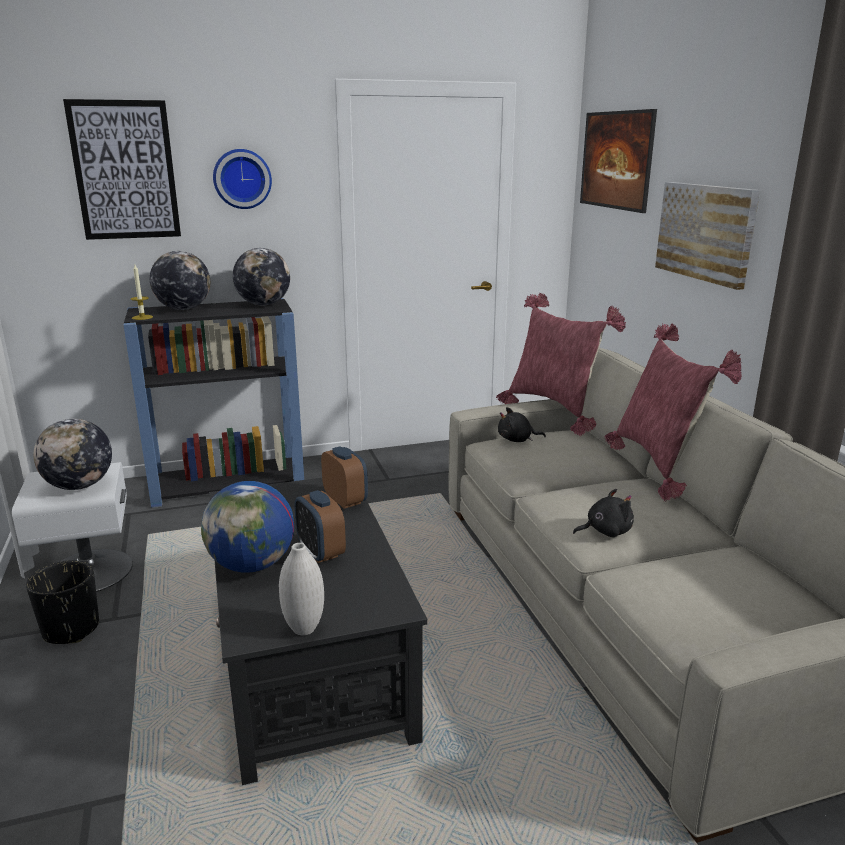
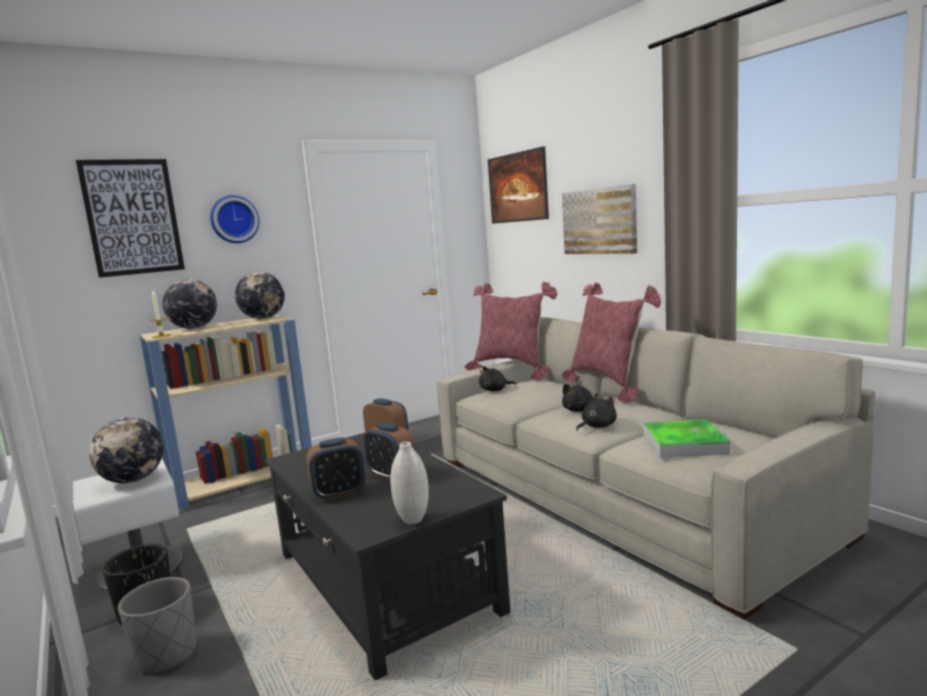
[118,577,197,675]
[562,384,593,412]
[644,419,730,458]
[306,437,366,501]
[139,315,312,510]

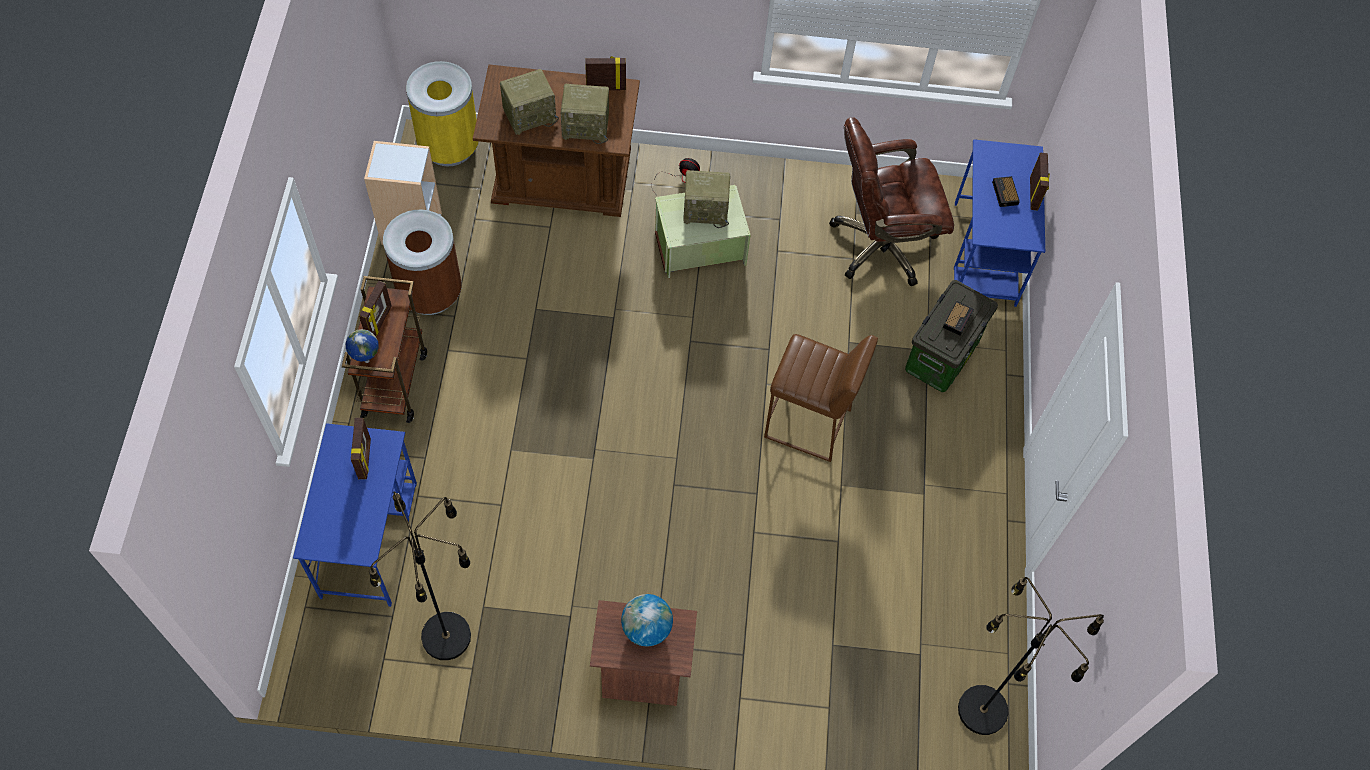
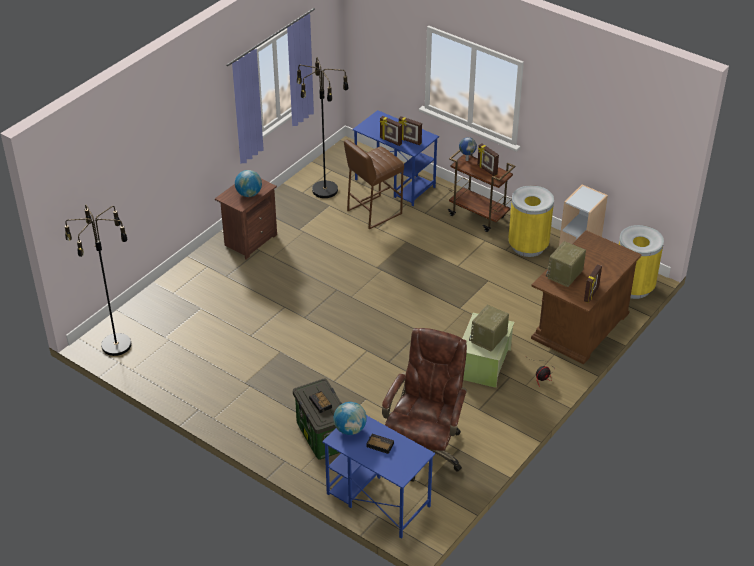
[500,69,559,135] (first image)
[333,402,367,435]
[344,139,404,229]
[380,116,402,146]
[508,185,554,257]

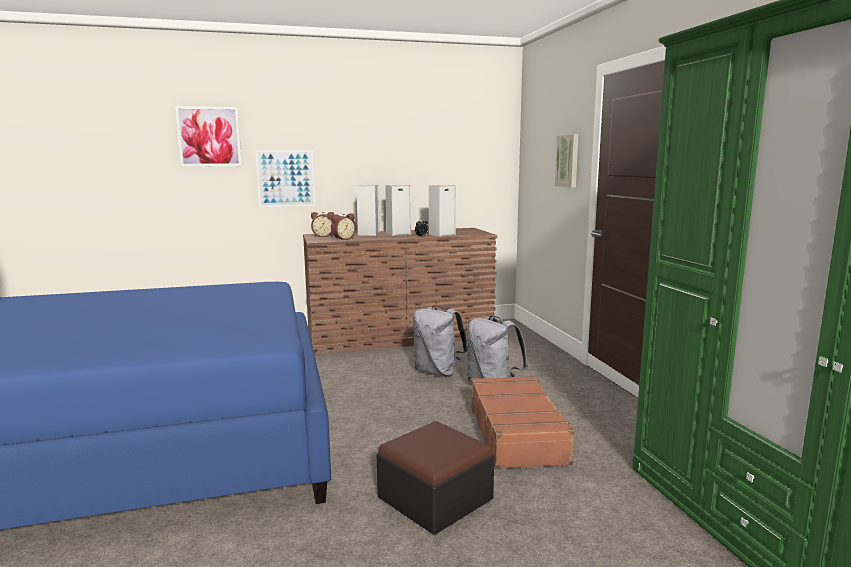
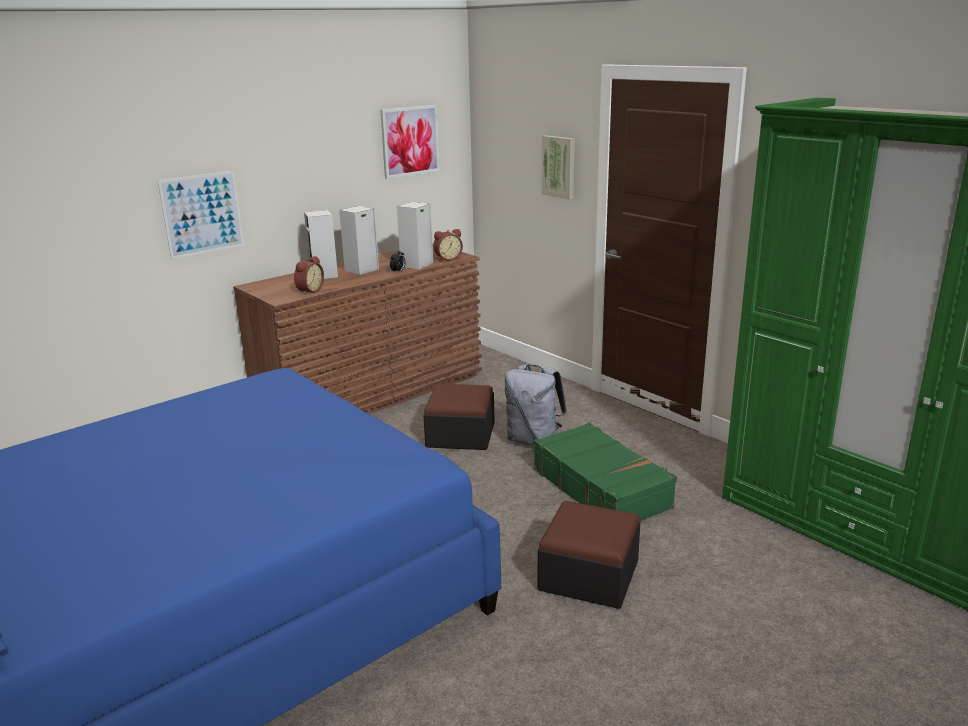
[380,105,440,179]
[433,229,463,261]
[424,384,495,450]
[534,423,677,521]

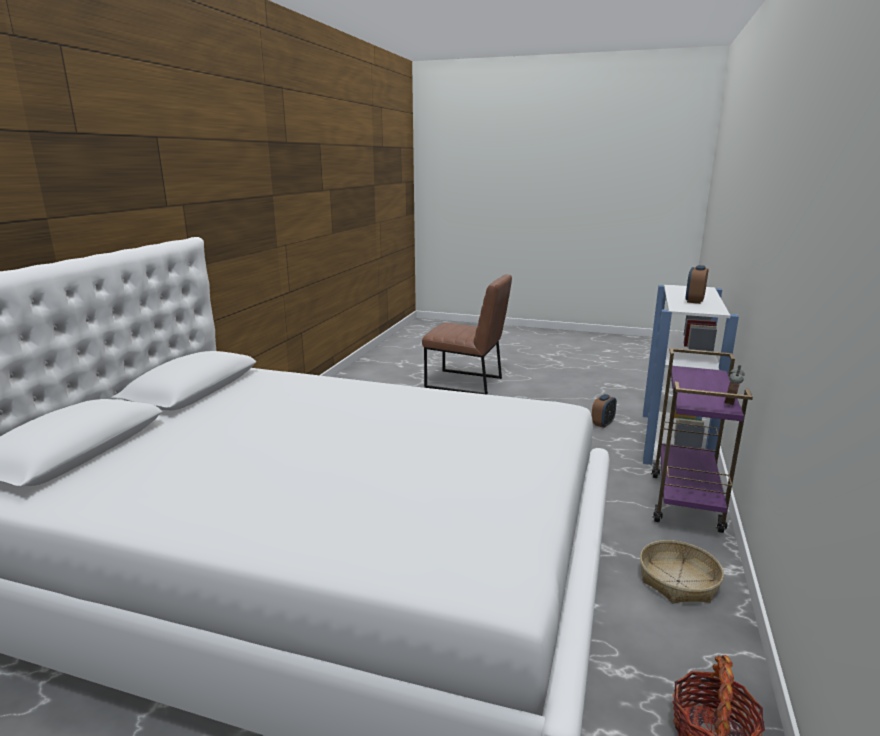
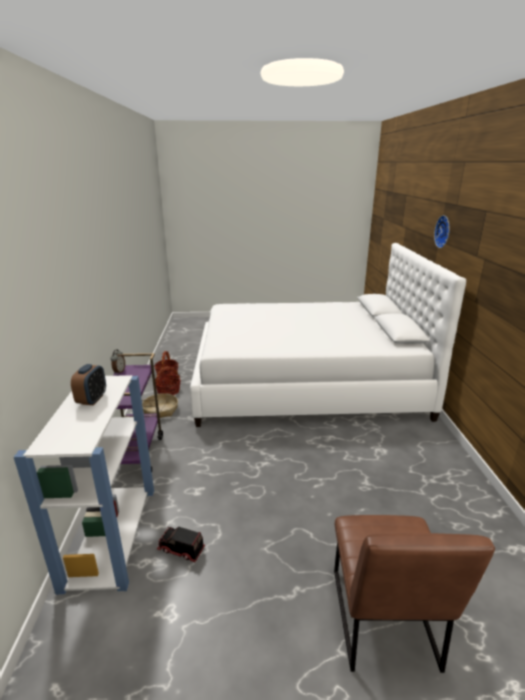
[155,366,181,395]
[434,215,450,248]
[156,527,205,562]
[334,515,495,673]

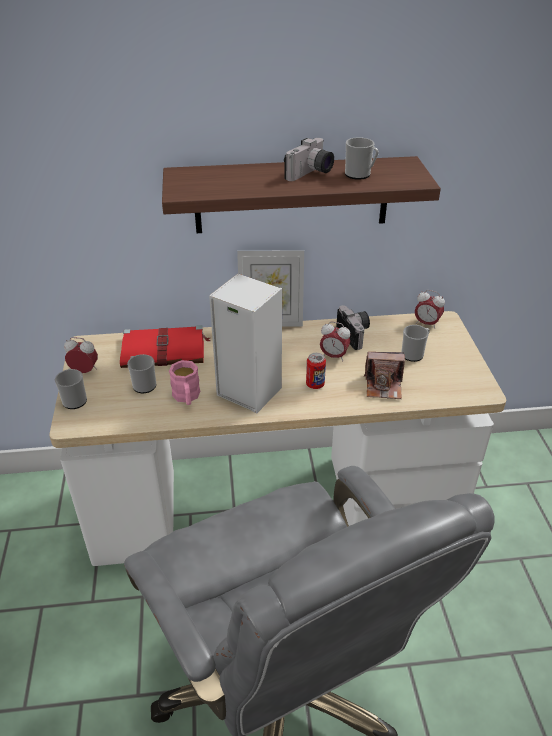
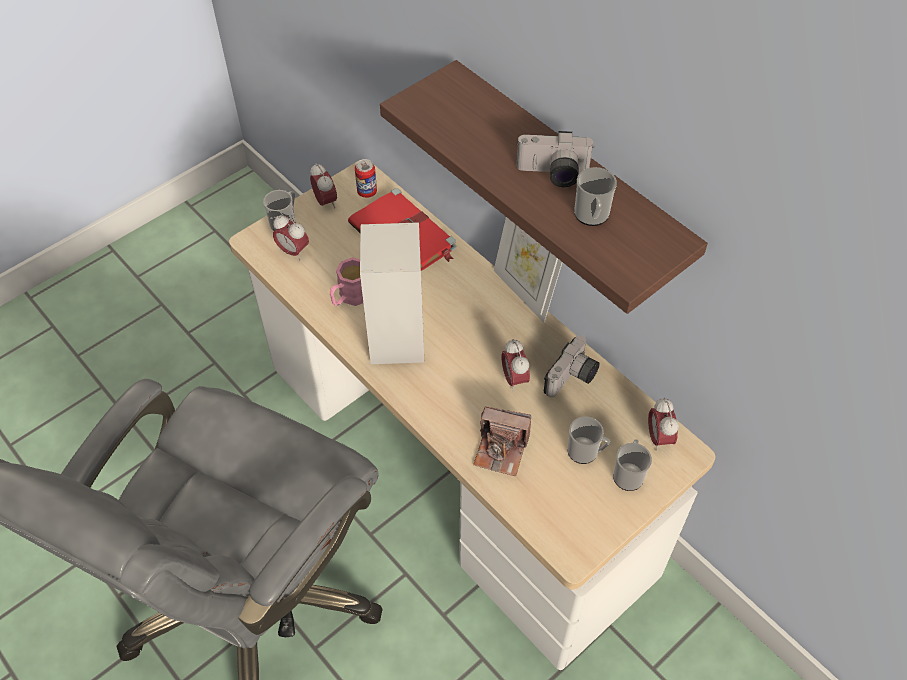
[273,215,309,260]
[613,439,652,491]
[355,159,377,198]
[473,407,531,476]

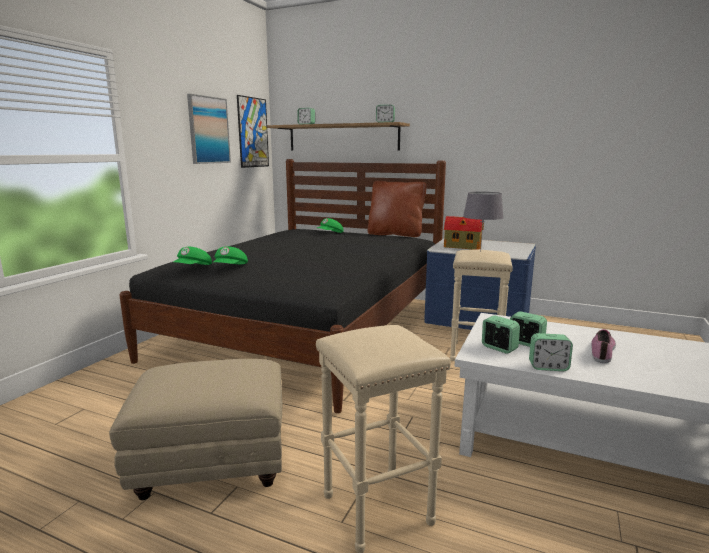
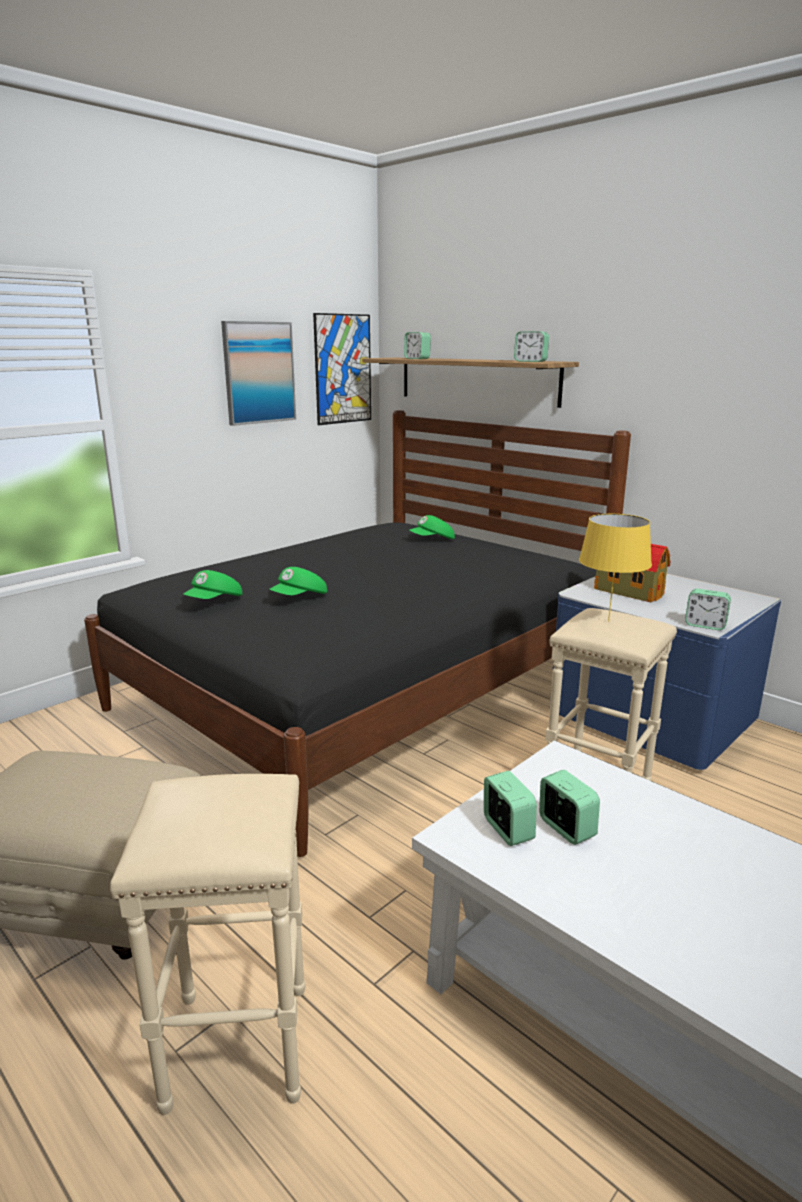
[368,181,427,237] (first image)
[591,329,616,363] (first image)
[270,567,327,595]
[685,589,731,630]
[579,514,652,622]

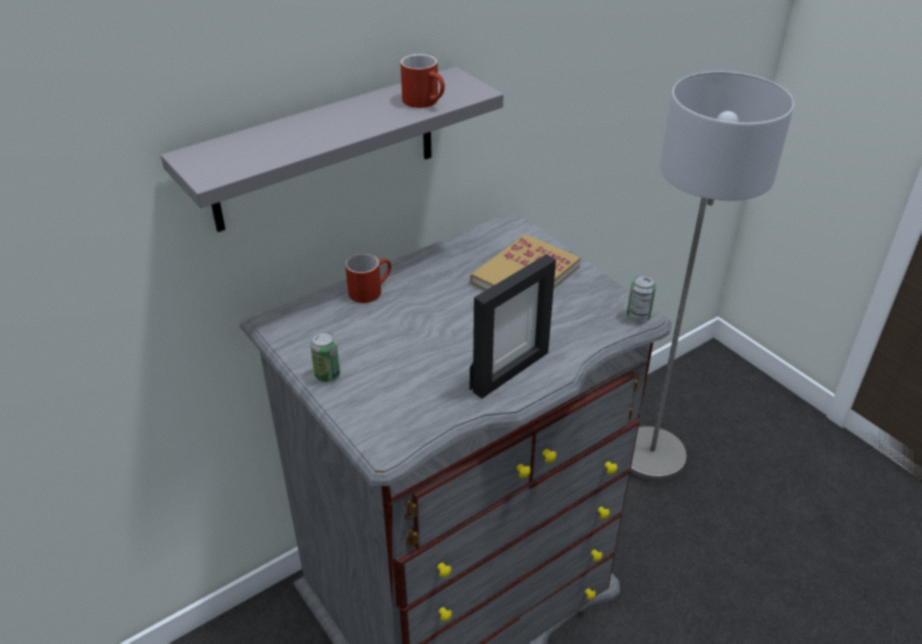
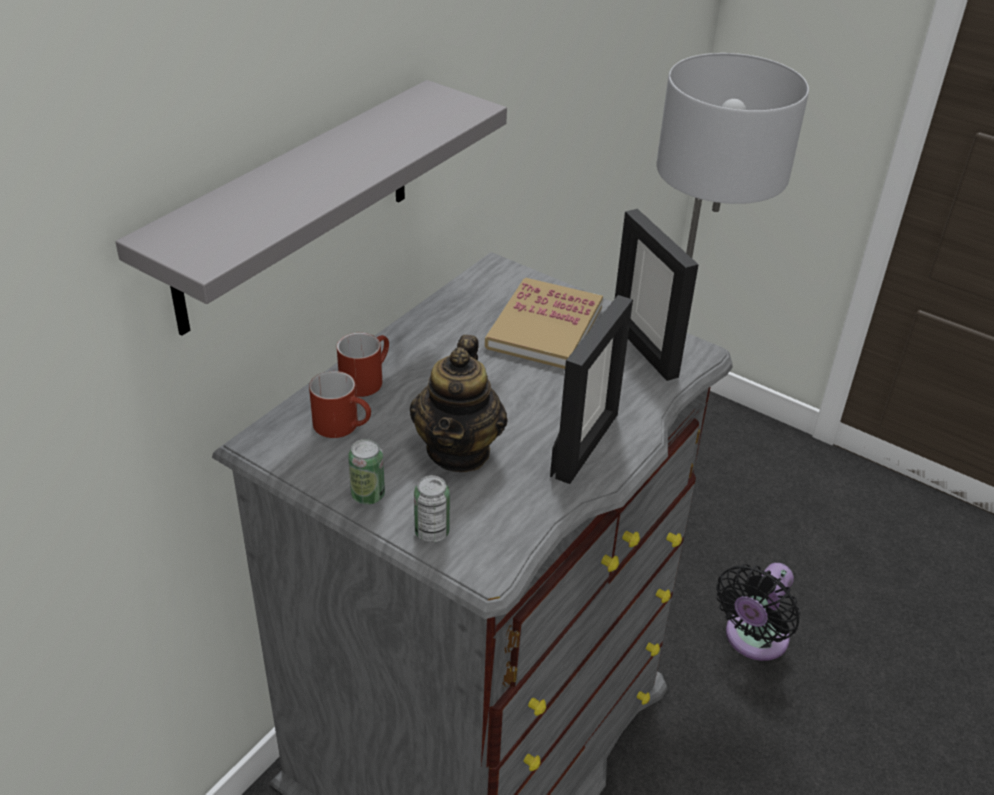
[410,335,508,472]
[615,209,699,381]
[716,563,800,661]
[309,371,371,438]
[414,475,450,543]

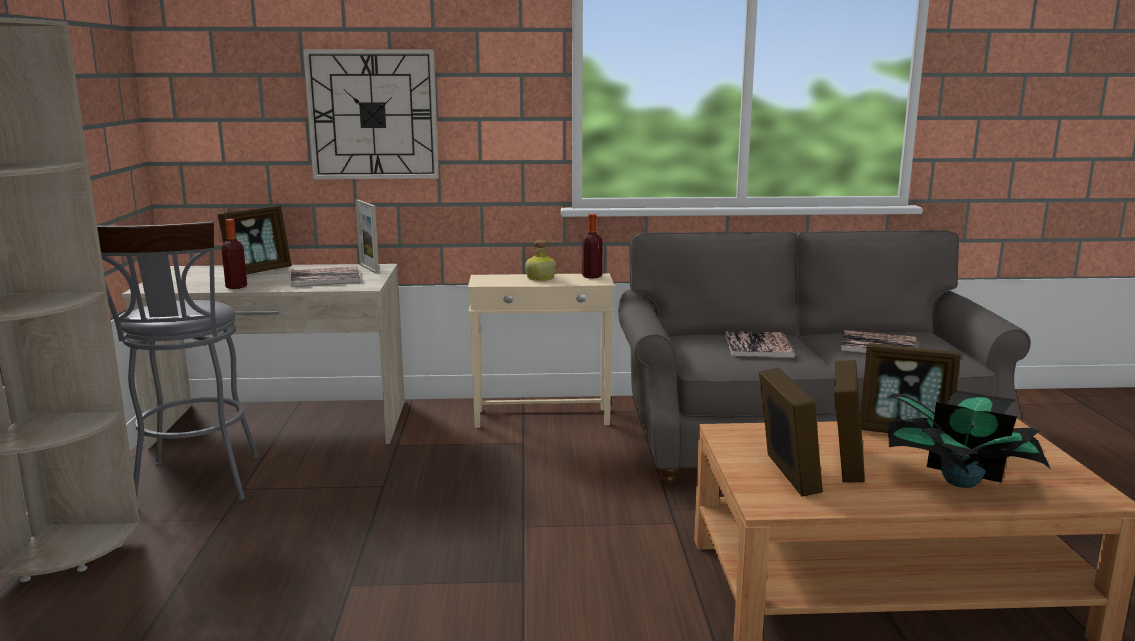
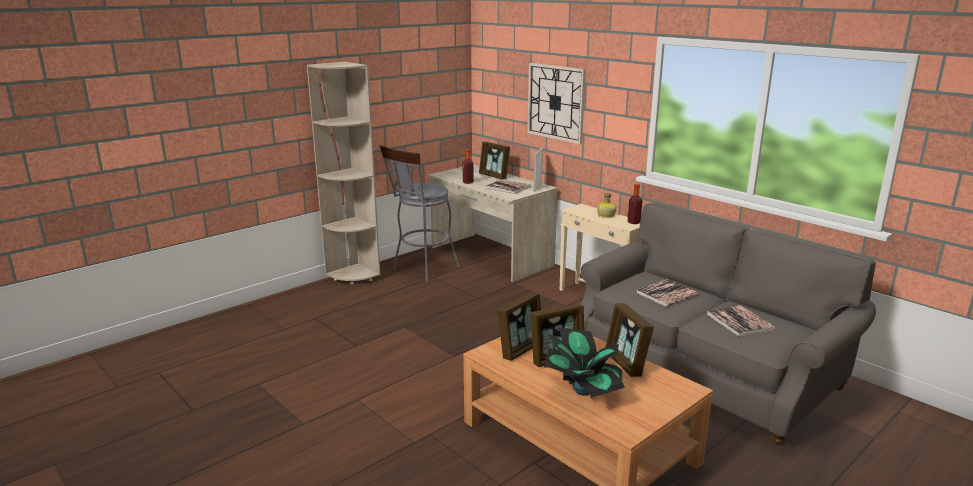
[479,142,510,179]

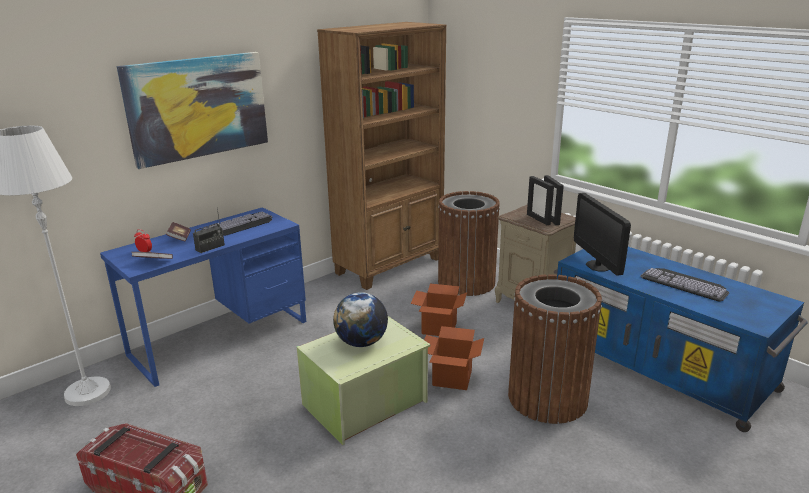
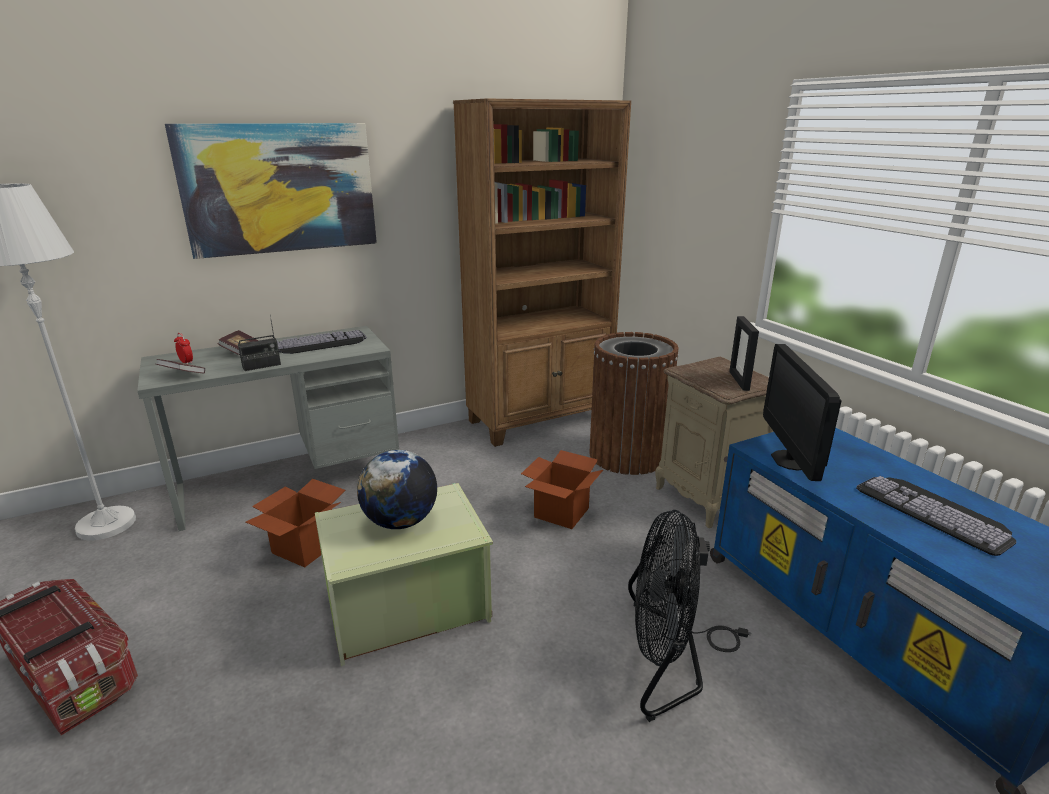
[527,176,554,225] (first image)
[246,479,345,567]
[628,510,751,722]
[137,326,399,531]

